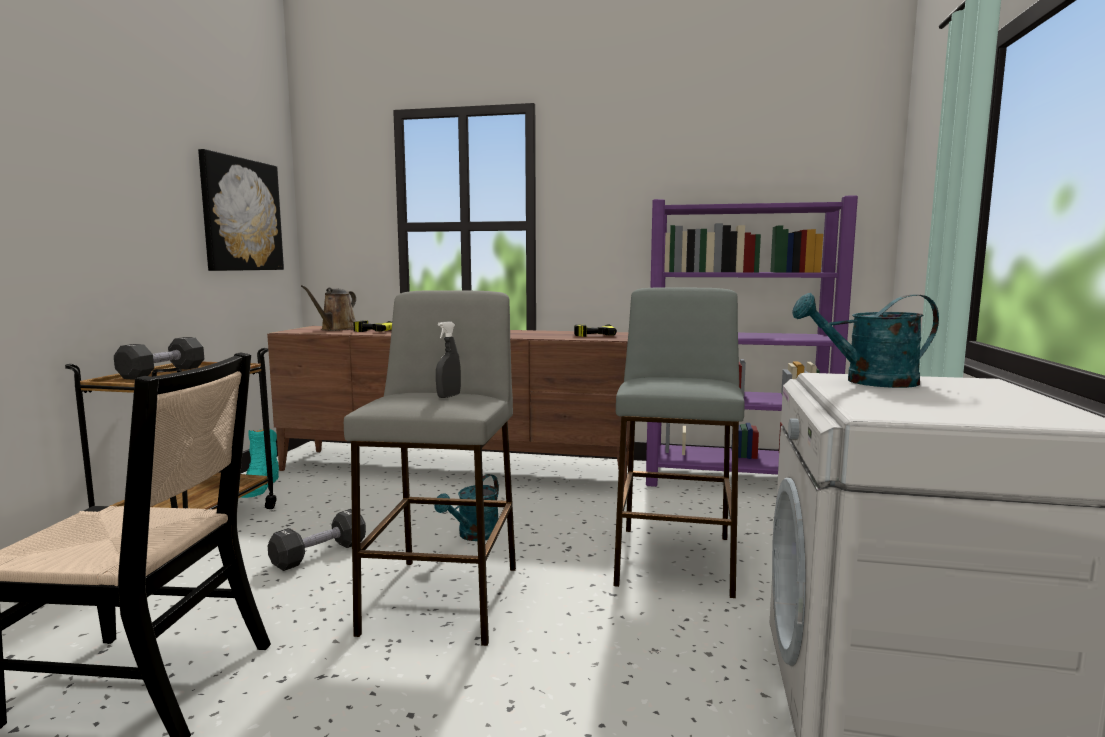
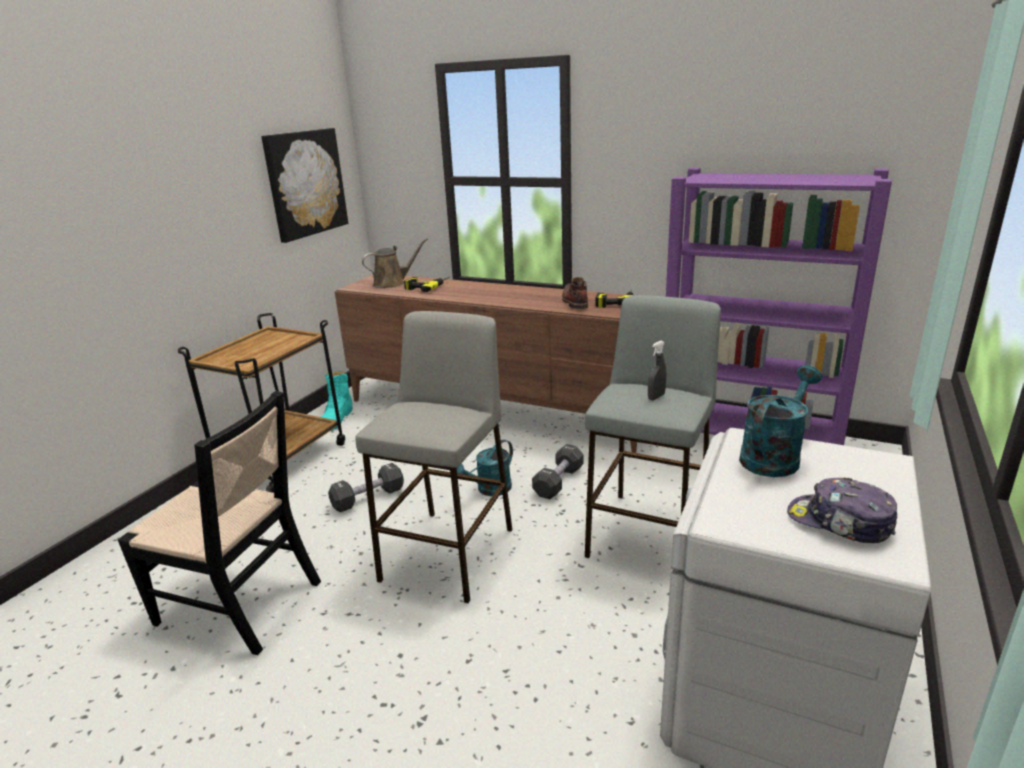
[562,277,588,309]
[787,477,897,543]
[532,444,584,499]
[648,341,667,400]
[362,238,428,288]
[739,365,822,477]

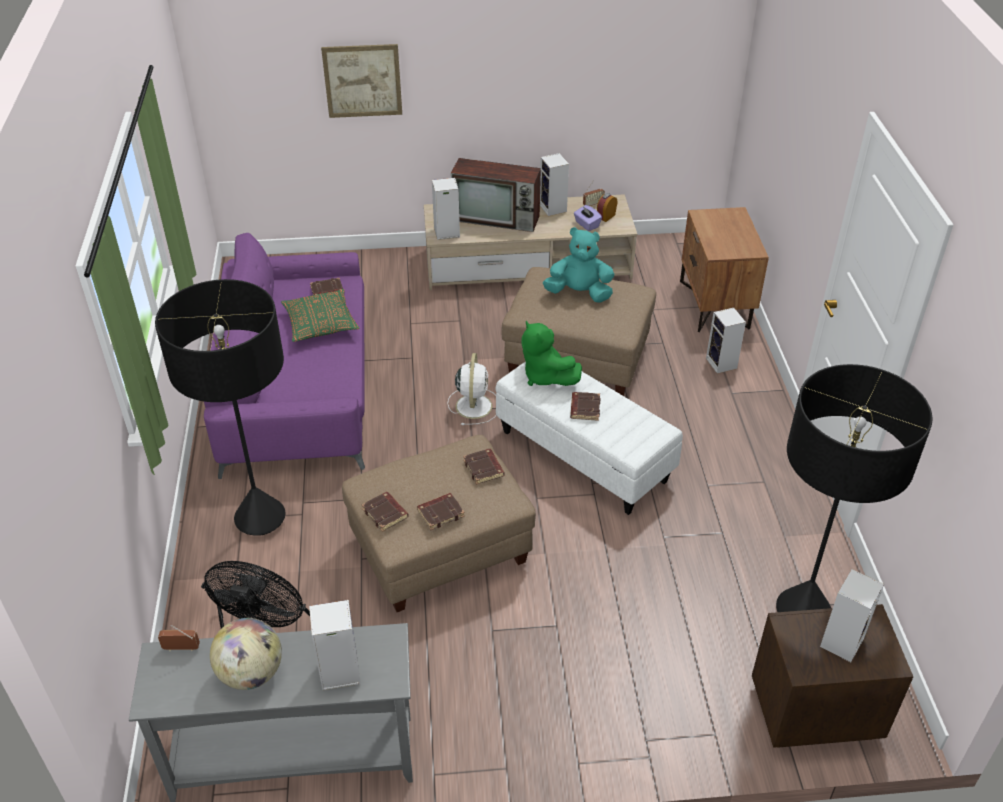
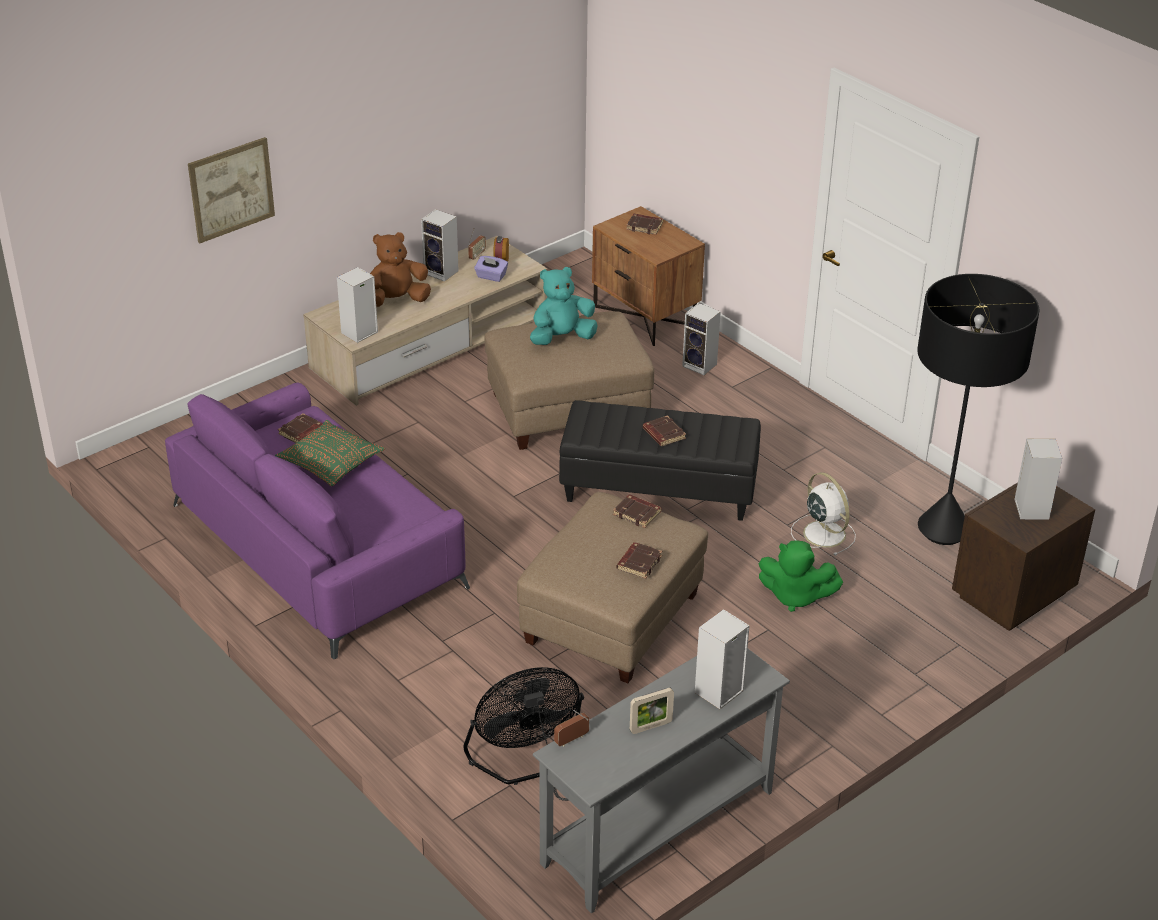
[155,279,285,536] (first image)
[626,214,663,235]
[791,472,856,556]
[759,540,843,612]
[630,688,674,734]
[370,232,431,307]
[559,400,761,521]

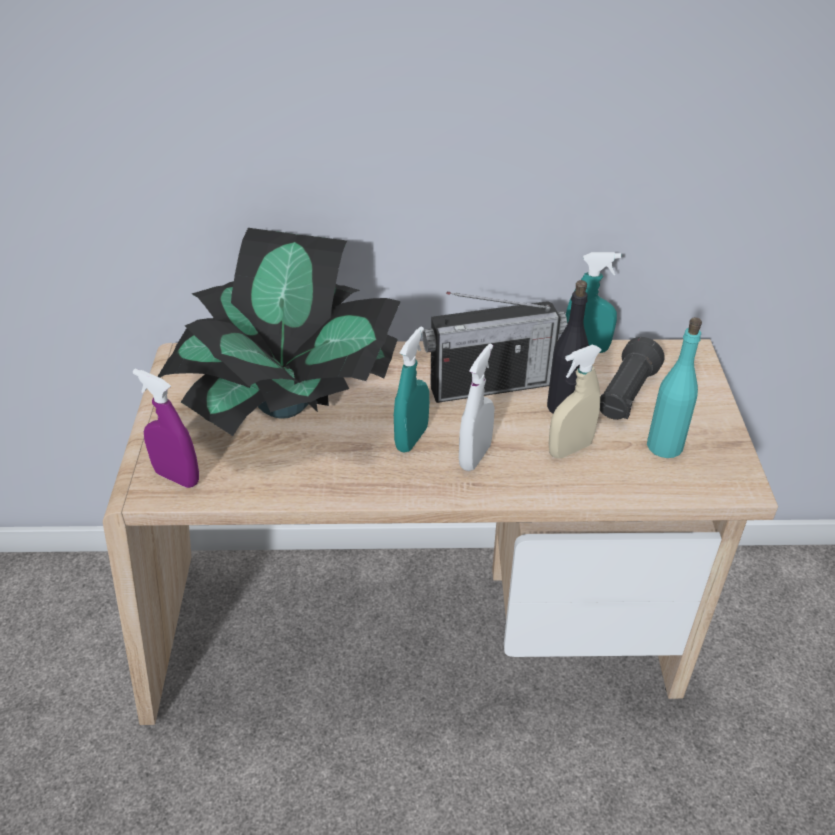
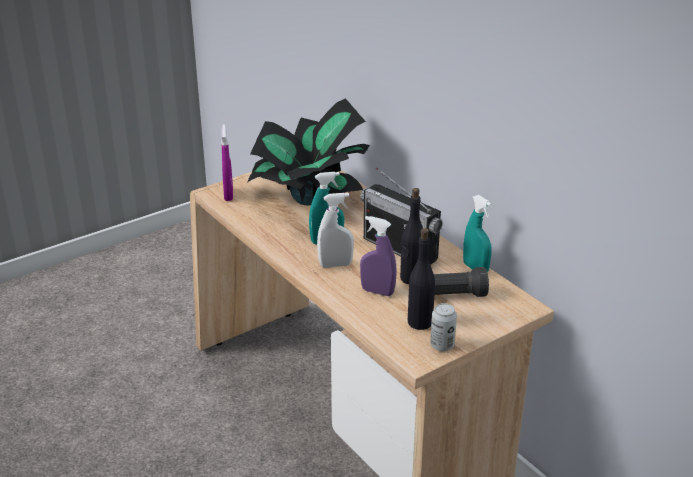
[430,303,457,351]
[360,216,397,296]
[408,228,435,330]

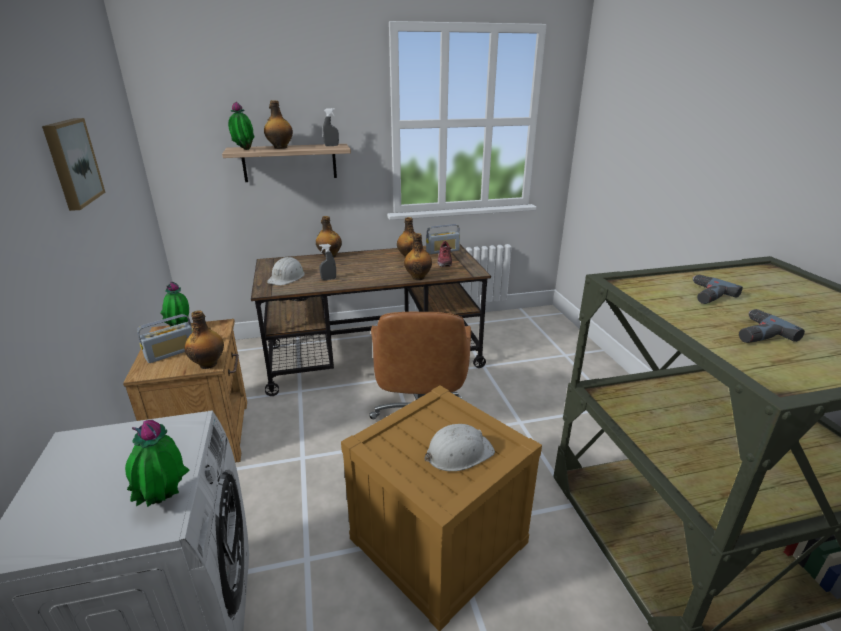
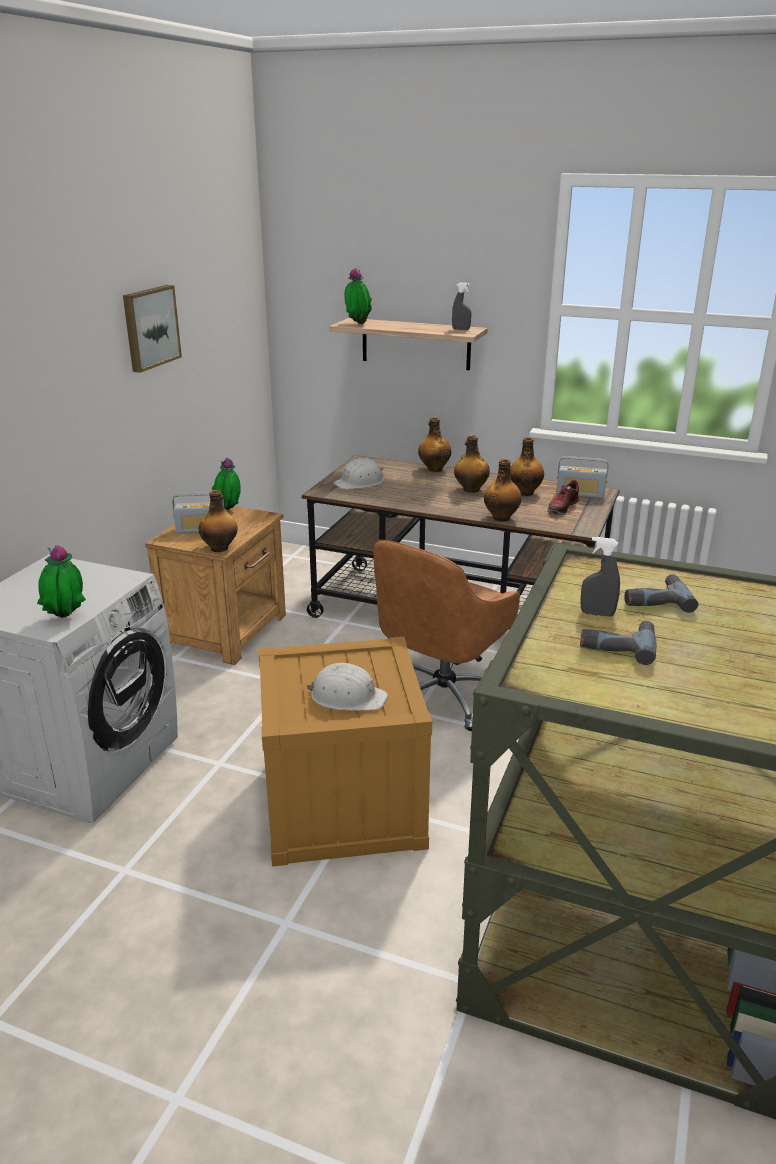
[454,435,490,493]
[580,537,620,617]

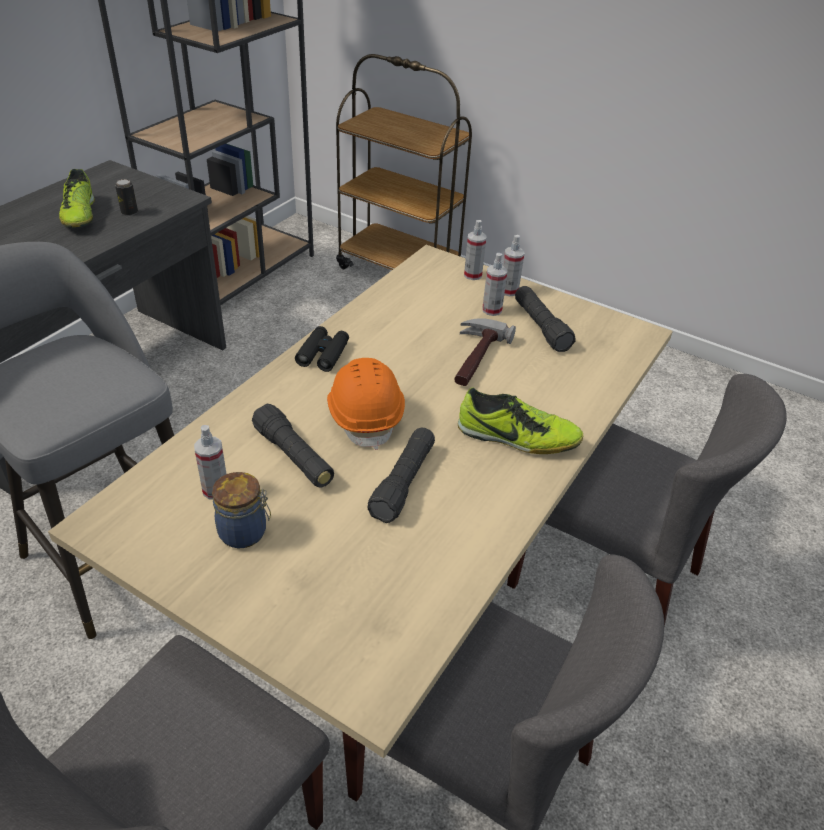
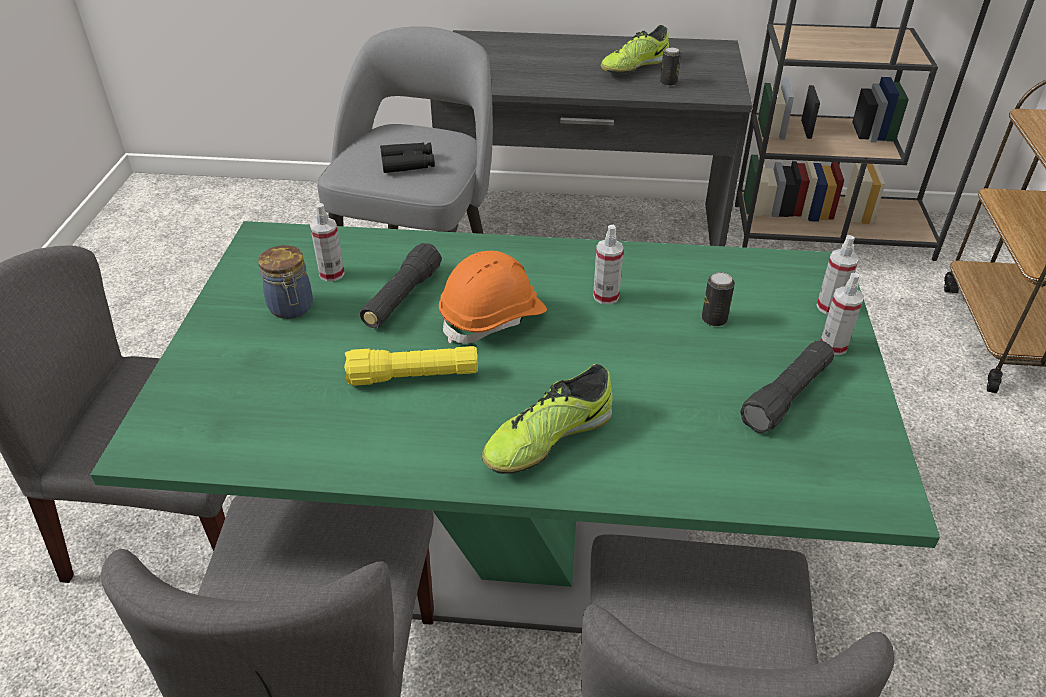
[454,318,516,386] (first image)
[702,272,735,326]
[380,143,435,173]
[593,225,624,305]
[90,221,940,633]
[344,346,478,386]
[482,364,613,474]

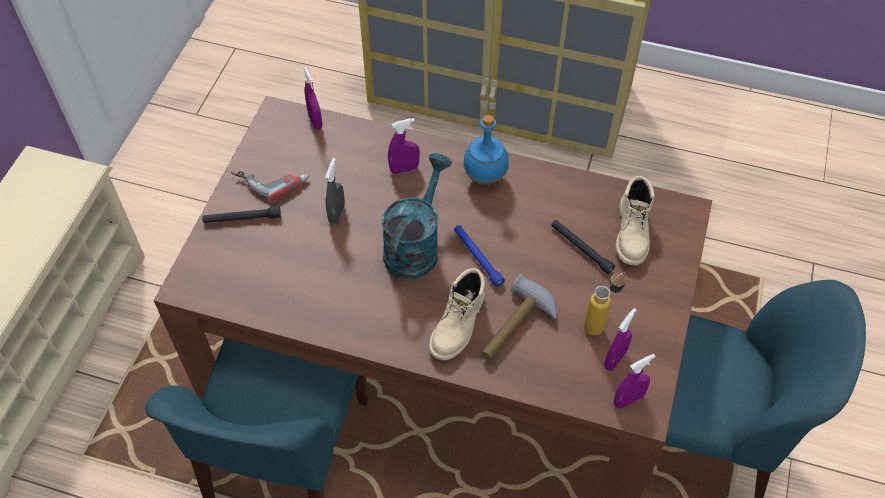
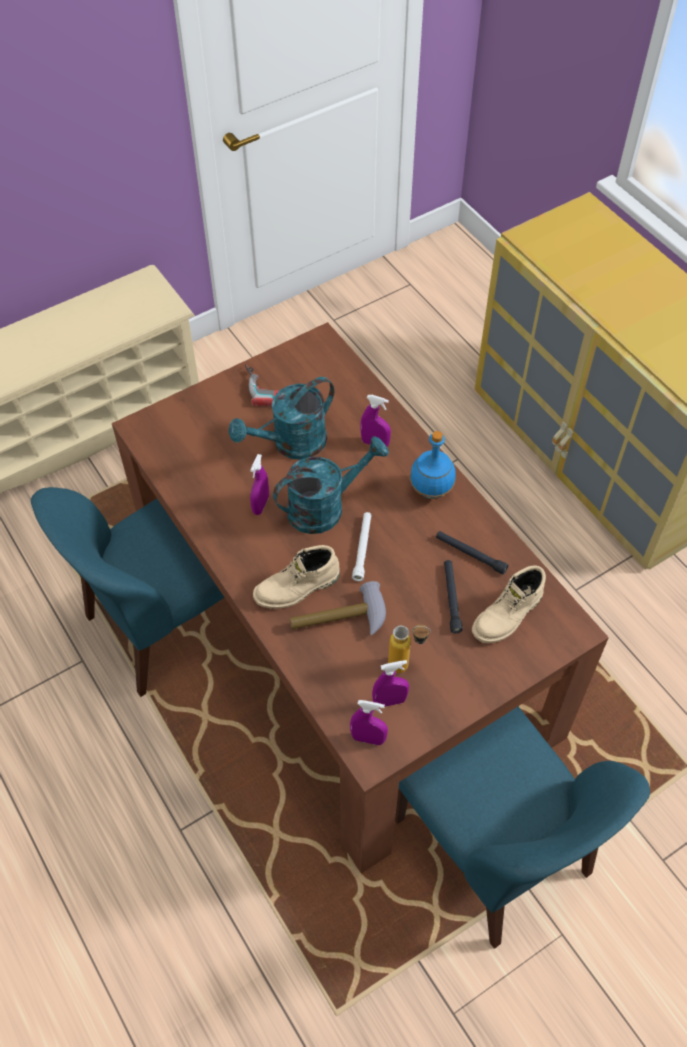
[436,531,508,575]
[250,454,269,515]
[229,377,334,460]
[352,512,372,581]

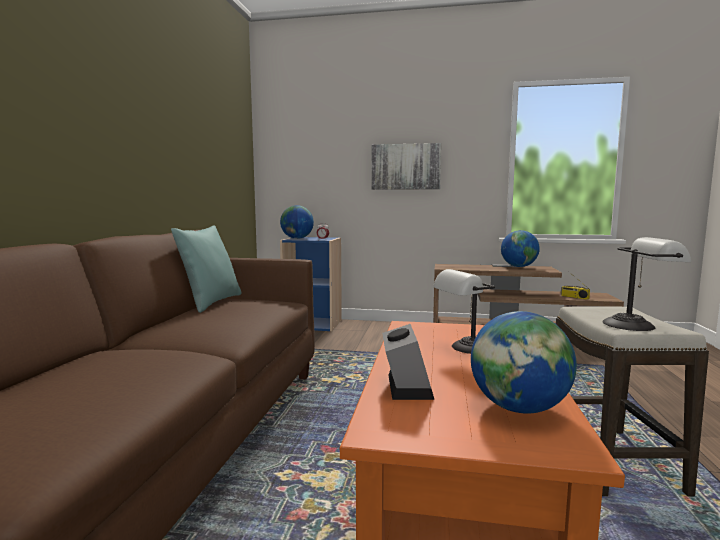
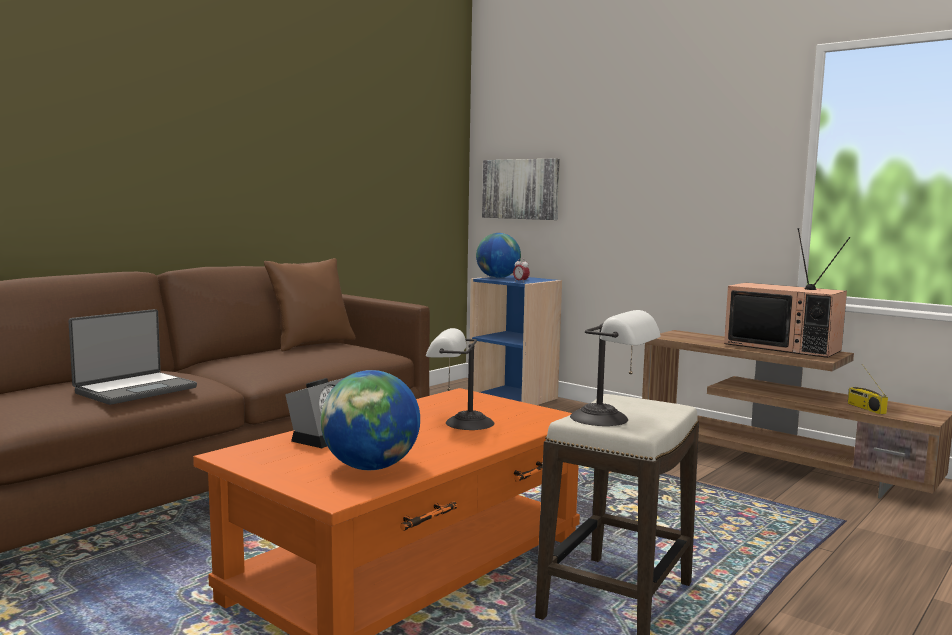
[69,309,197,405]
[482,158,560,220]
[724,228,850,358]
[264,258,356,352]

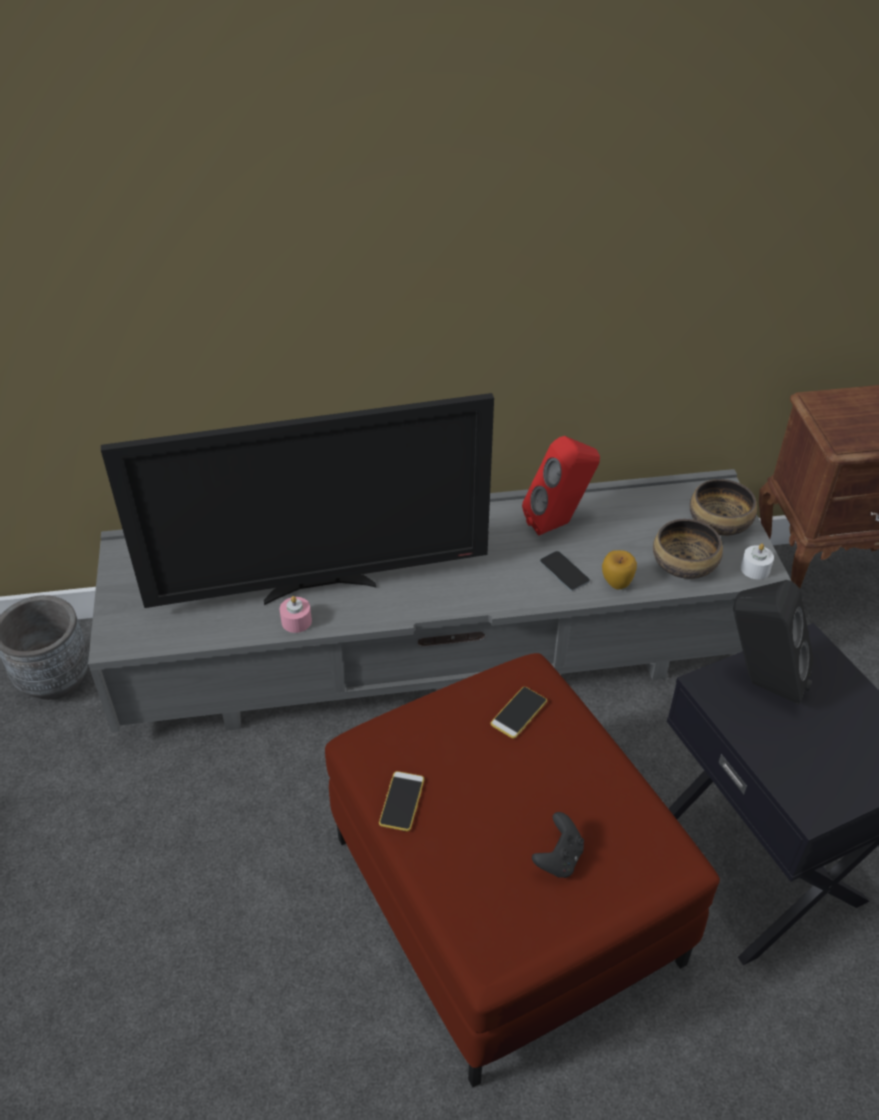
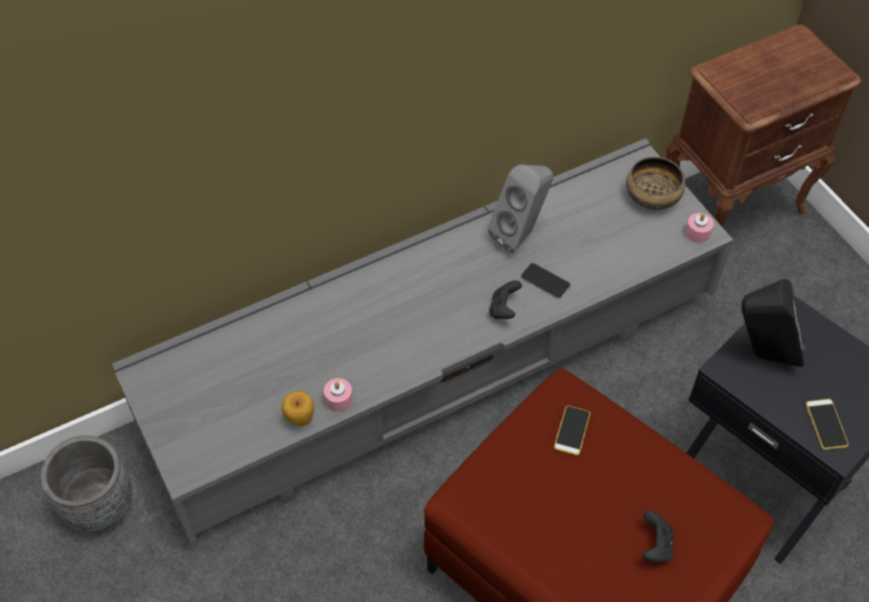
[101,393,494,608] (first image)
[653,519,723,579] (first image)
[489,281,522,319]
[806,399,849,450]
[281,391,314,426]
[488,164,553,254]
[685,213,714,243]

